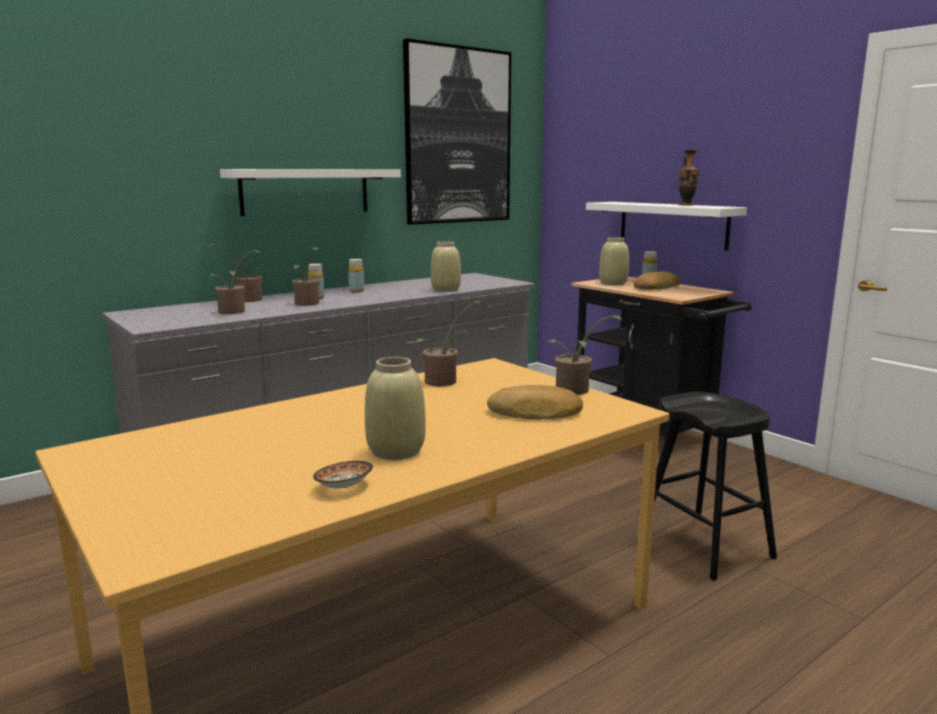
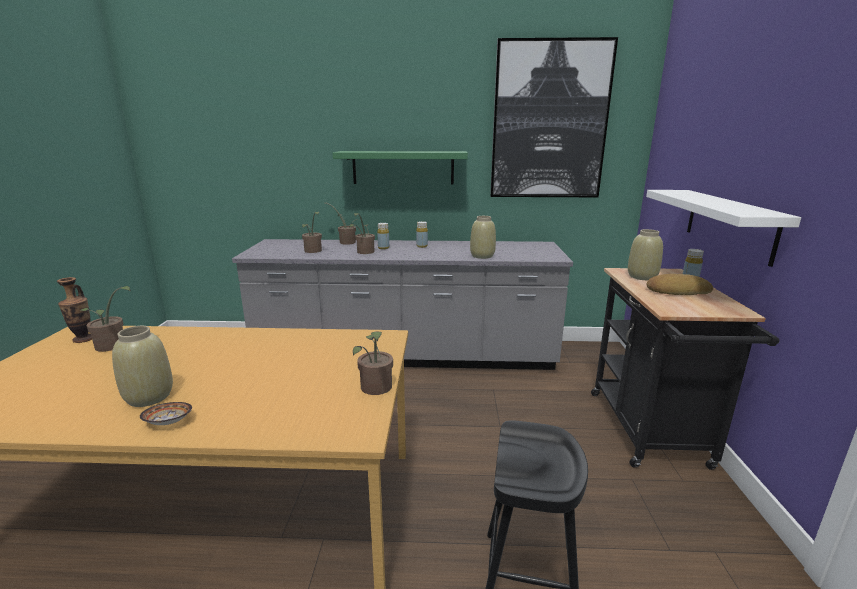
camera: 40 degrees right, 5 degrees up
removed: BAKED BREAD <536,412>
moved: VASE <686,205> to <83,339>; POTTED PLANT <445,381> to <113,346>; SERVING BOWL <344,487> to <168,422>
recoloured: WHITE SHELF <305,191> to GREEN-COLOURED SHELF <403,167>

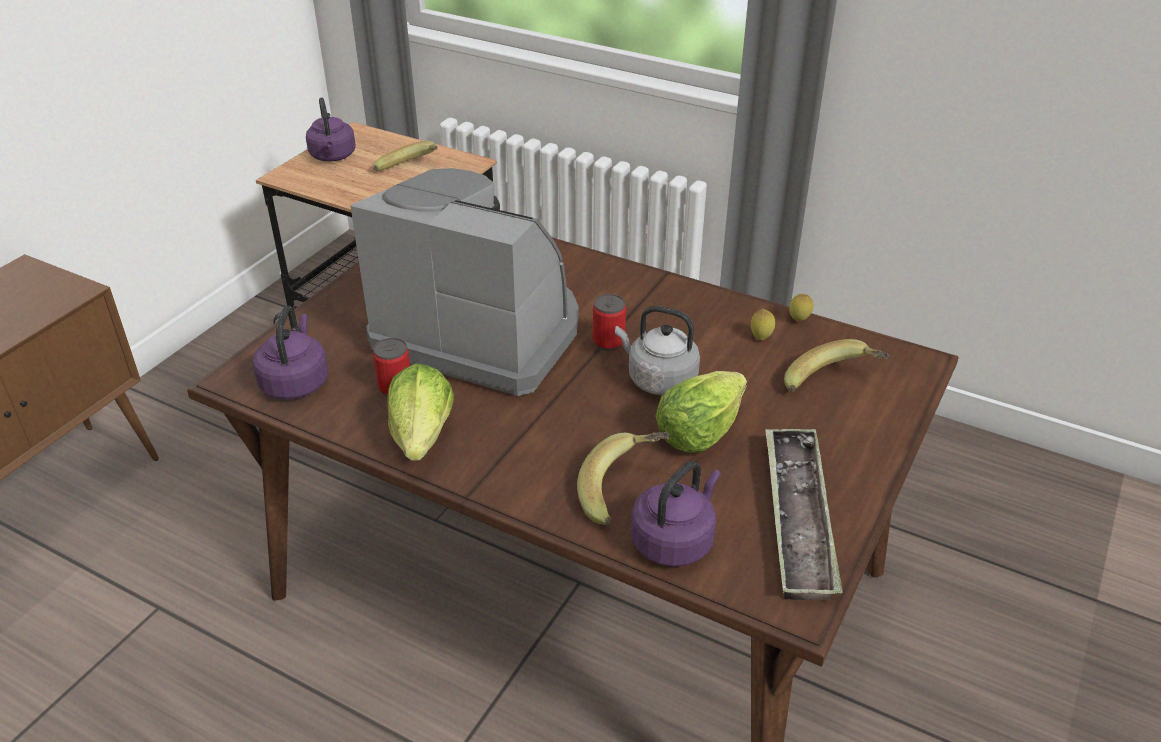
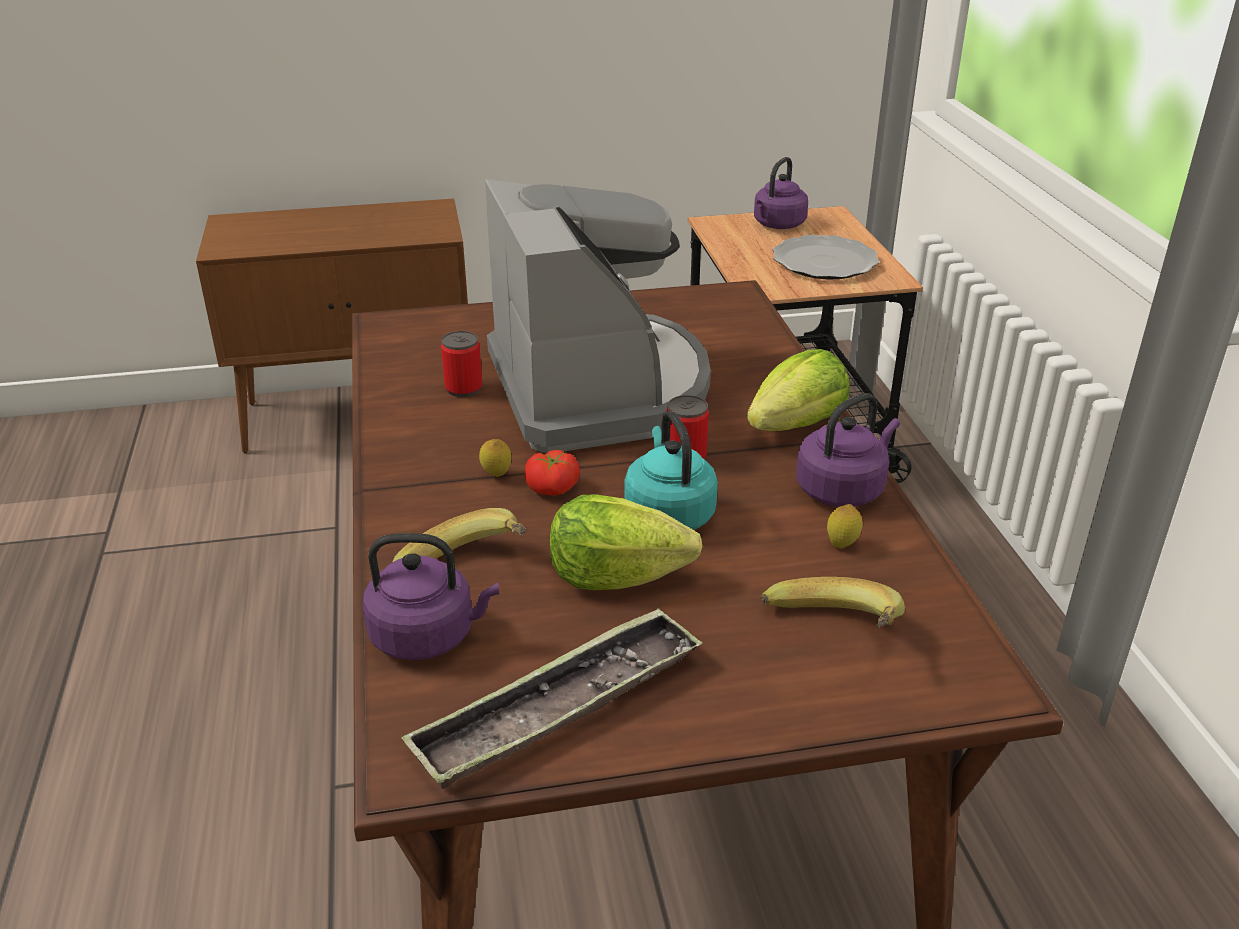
camera: 50 degrees right, 5 degrees down
added: TOMATO <553,488>
moved: LEMON <799,321> to <496,476>; PURPLE TEA KETTLE <296,382> to <843,489>; HEAD OF LETTUCE <422,436> to <797,426>
replaced: BANANA FRUIT <410,171> to FLAT DISH <824,262>
recoloured: GRAY TEA KETTLE <658,380> to TURQUOISE-COLOURED TEA KETTLE <668,513>

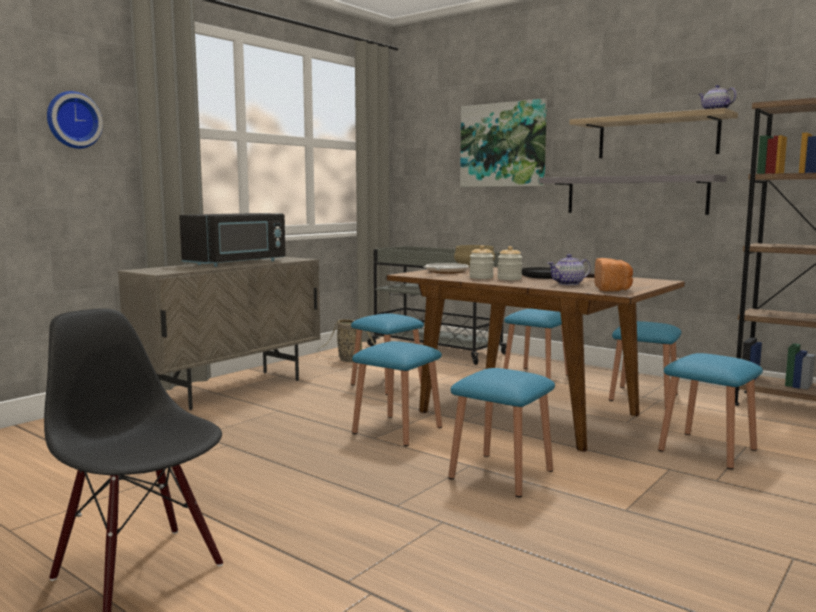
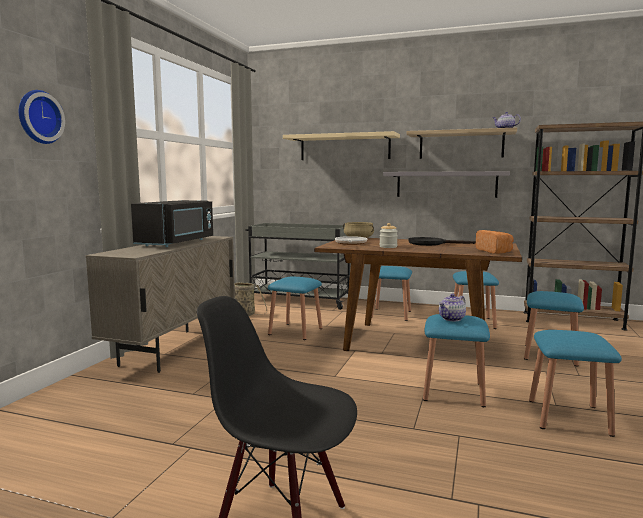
camera: 20 degrees left, 0 degrees up
removed: STORAGE JAR <509,279>
moved: TEAPOT <568,284> to <452,319>; BLUE SITTING STOOL <397,430> to <568,417>
replaced: PICTURE <503,145> to BEIGE SHELF <344,147>

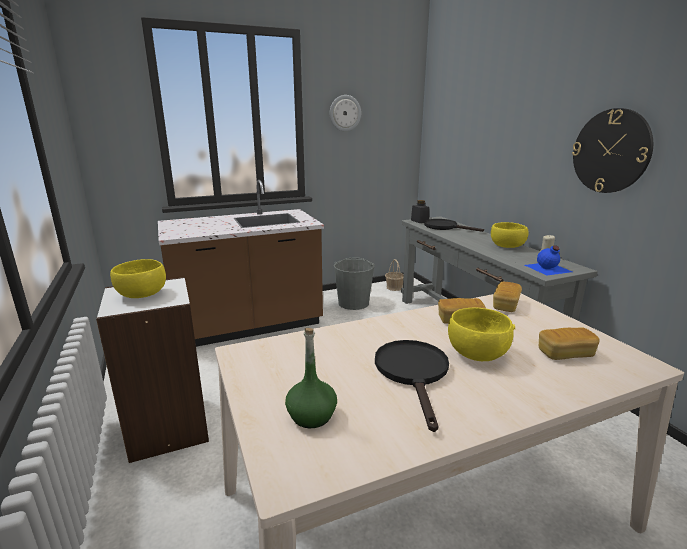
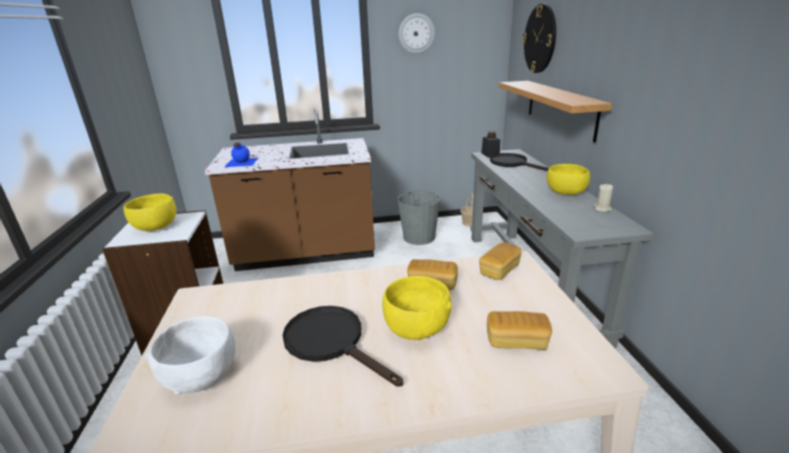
camera: 15 degrees right, 5 degrees up
added: SHELF <560,108>
moved: CLOCK ON THE WALL <611,151> to <540,39>; BLUE DRINK BOTTLE <548,268> to <241,162>
replaced: GREEN-COLOURED DRINK BOTTLE <311,415> to WHITE SERVING BOWL <201,375>
turned: BLACK-COLOURED SKILLET <413,373> = <332,342> 60 degrees counterclockwise

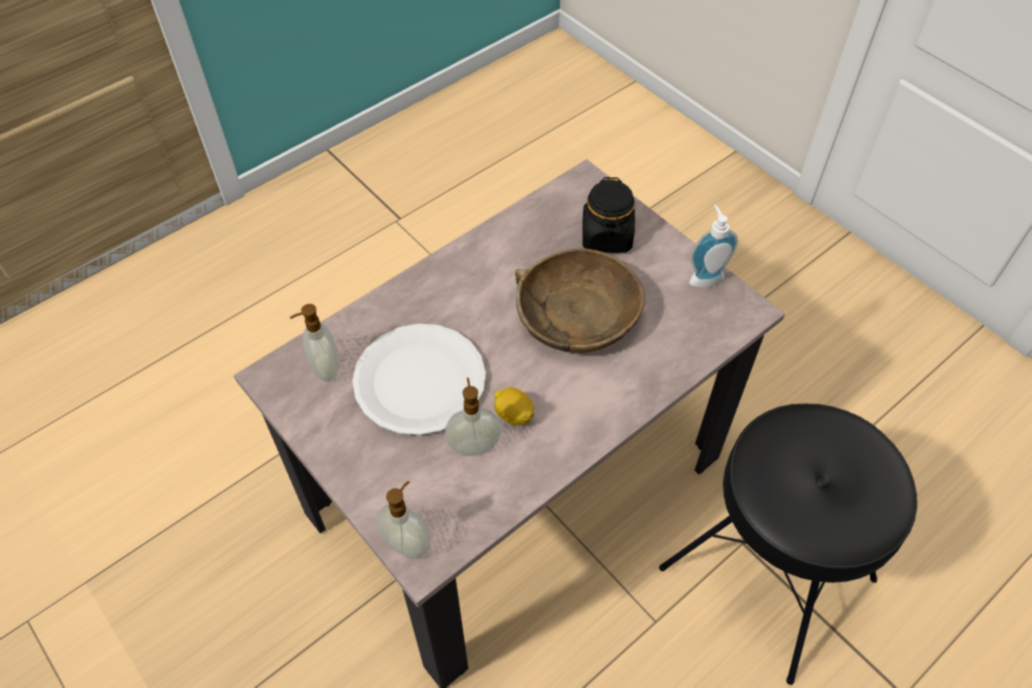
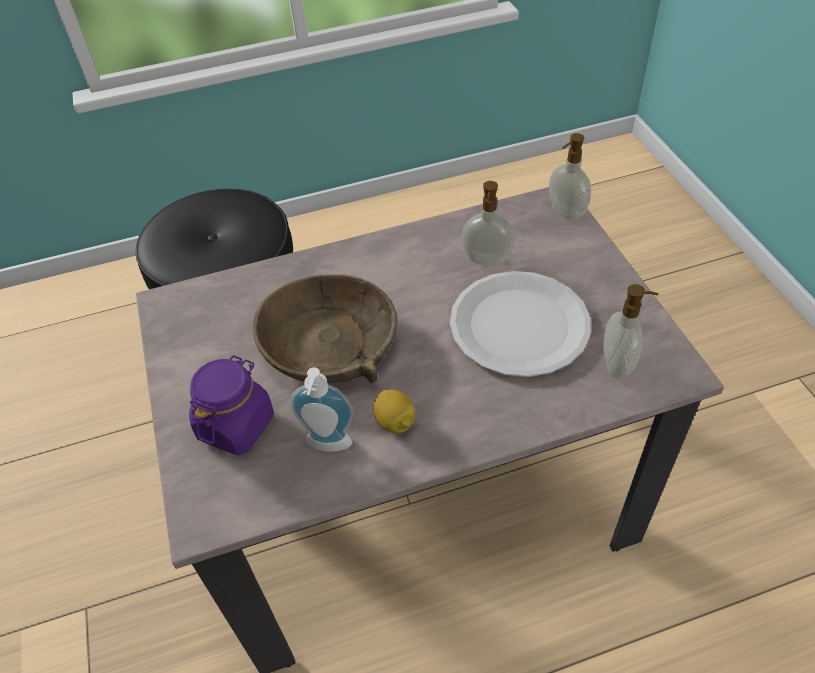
camera: 155 degrees left, 5 degrees down
moved: SOAP DISPENSER <704,277> to <328,446>; LEMON <513,415> to <395,422>
recoloured: BLACK-COLOURED STORAGE JAR <606,237> to PURPLE STORAGE JAR <236,425>

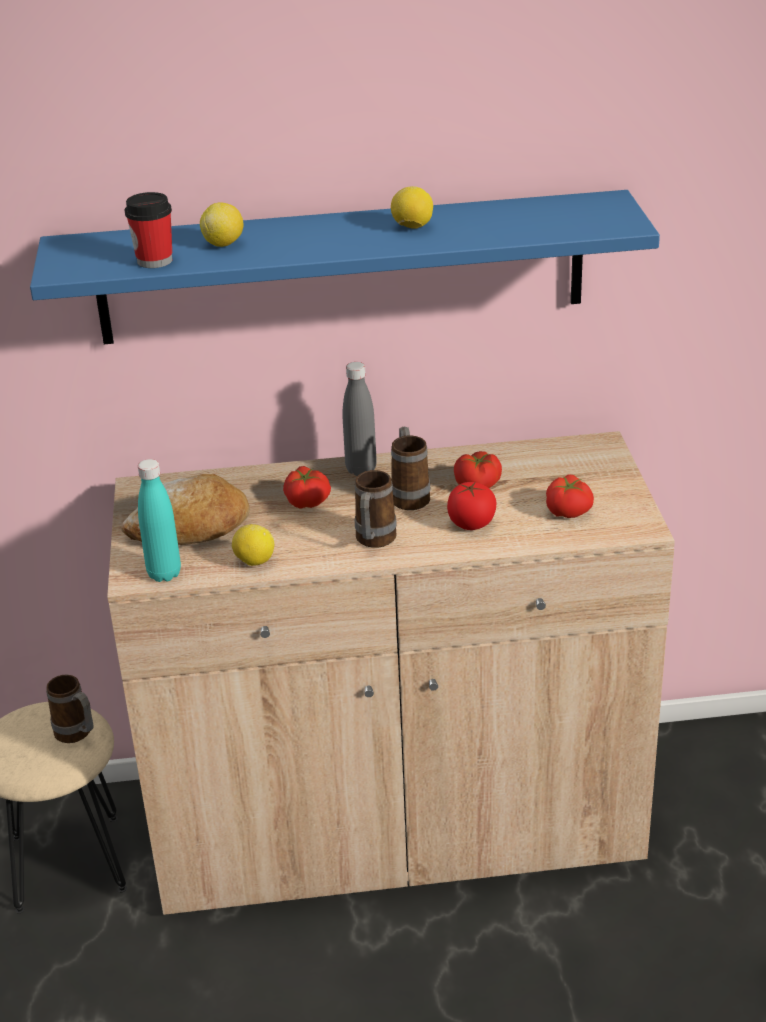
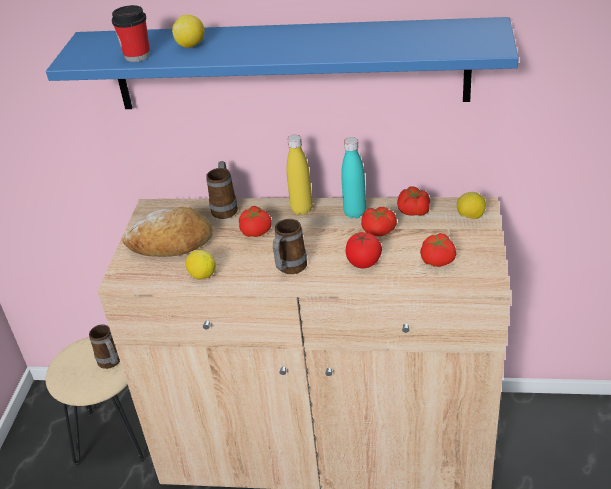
camera: 15 degrees right, 5 degrees up
added: TOMATO <413,211>
moved: LEMON <412,227> to <470,217>; TEA MUG <409,495> to <225,208>; TURQUOISE-COLOURED DRINK BOTTLE <164,574> to <355,213>
recoloured: GRAY DRINK BOTTLE <361,469> to YELLOWISH DRINK BOTTLE <301,209>

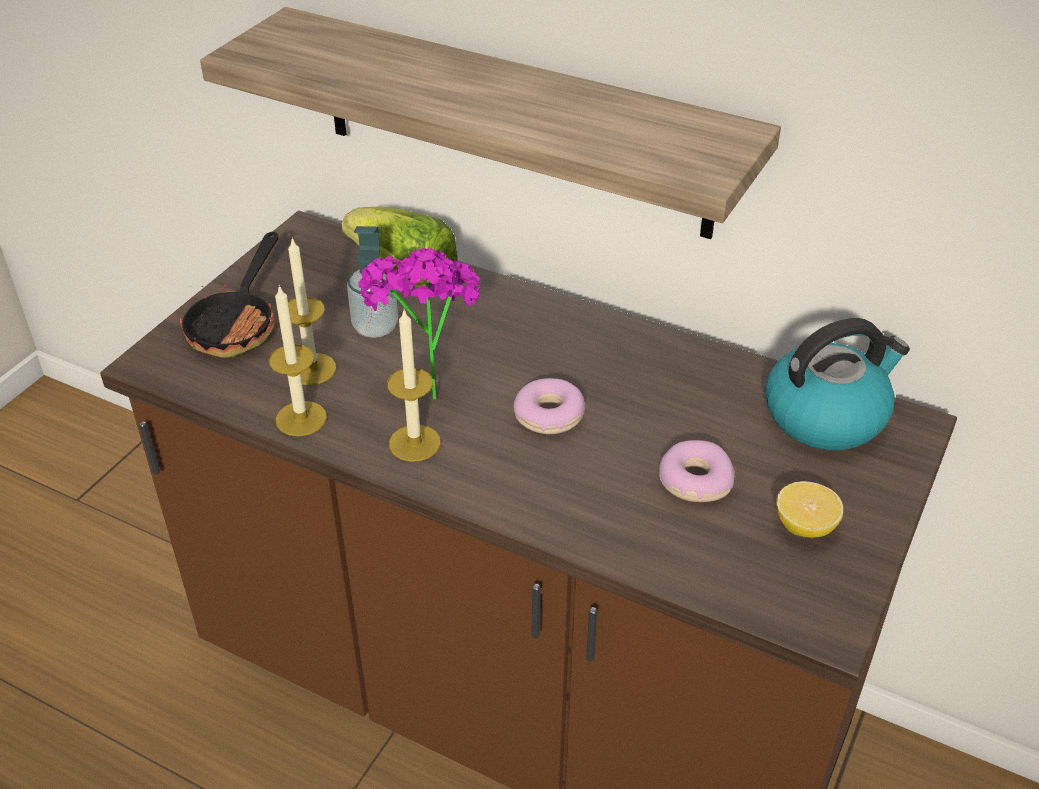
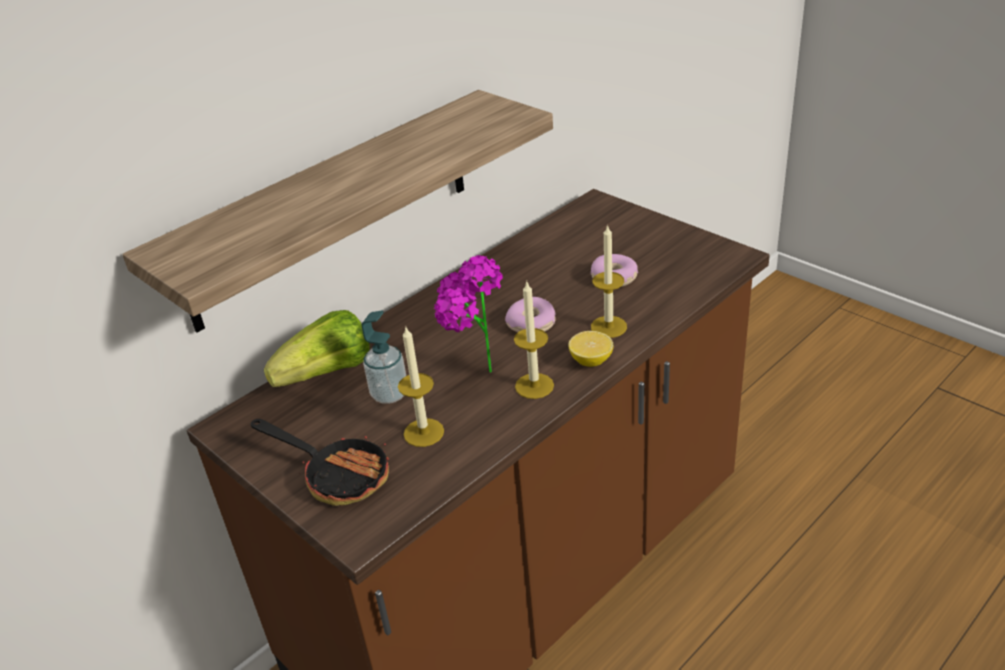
camera: 70 degrees left, 5 degrees down
removed: TEA KETTLE <826,415>
moved: WAX LIGHT <301,418> to <608,327>; LEMON <805,526> to <591,360>

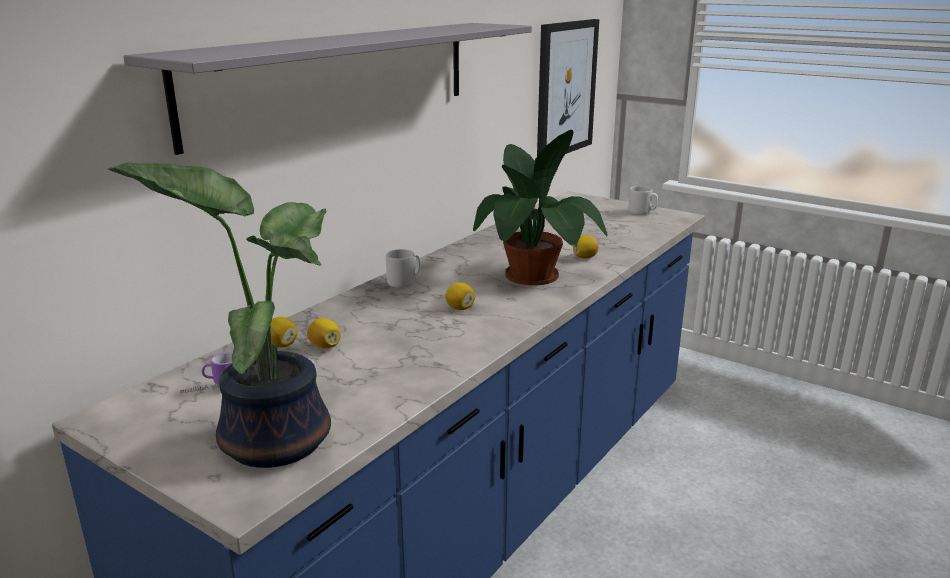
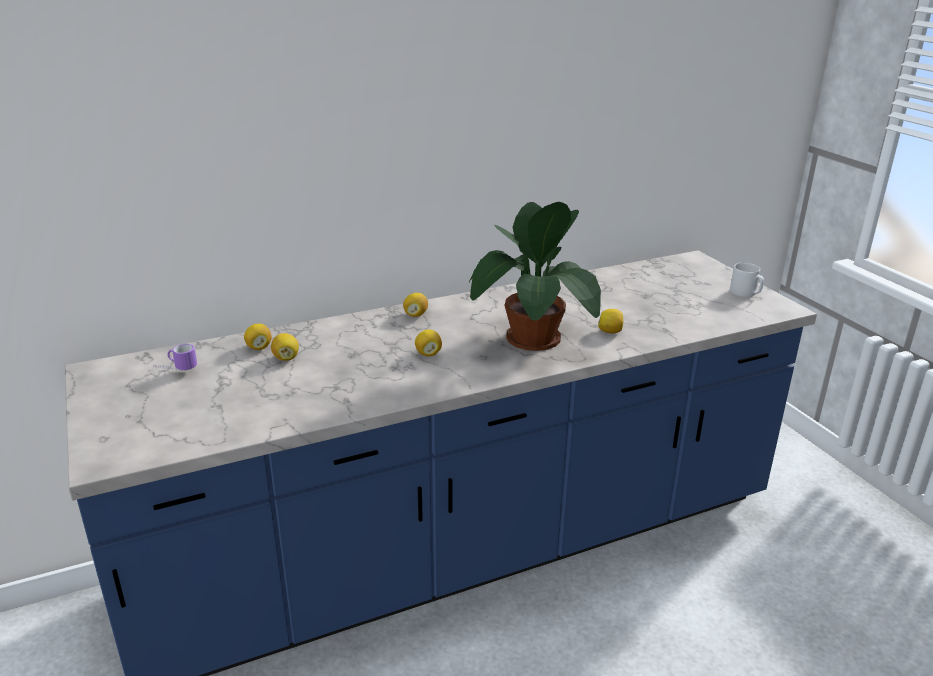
camera: 30 degrees right, 5 degrees up
removed: PICTURE <565,89>; GRAY SHELF <339,78>; POTTED PLANT <273,437>
replaced: GRAY TEA MUG <404,281> to LEMON <415,315>

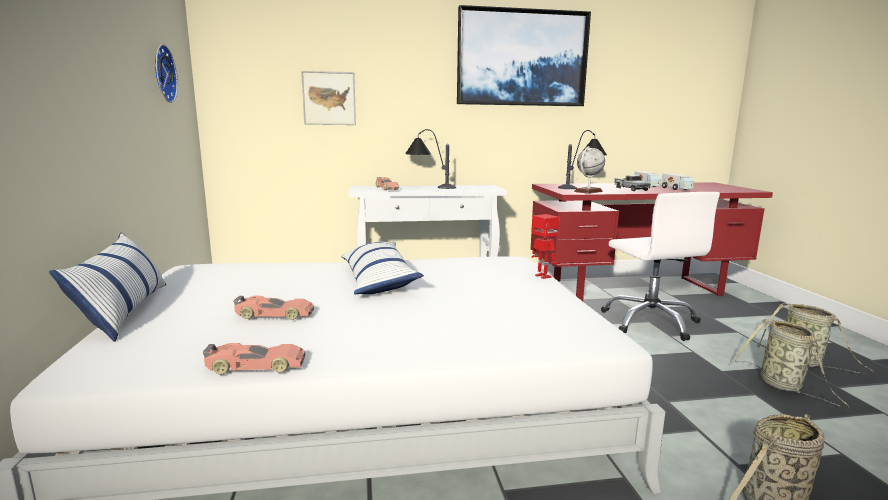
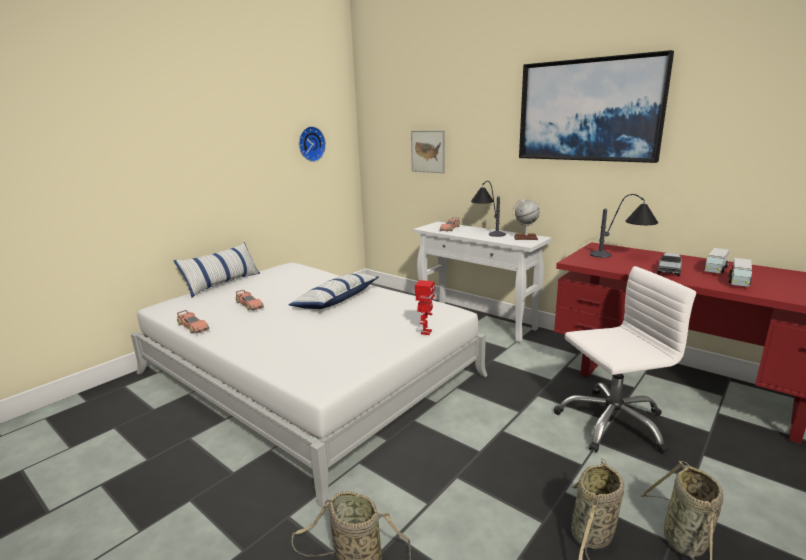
camera: 50 degrees right, 5 degrees up
moved: DESK GLOBE <588,191> to <525,238>
turned: WHITE OFFICE CHAIR <650,322> = <611,422> 135 degrees counterclockwise

